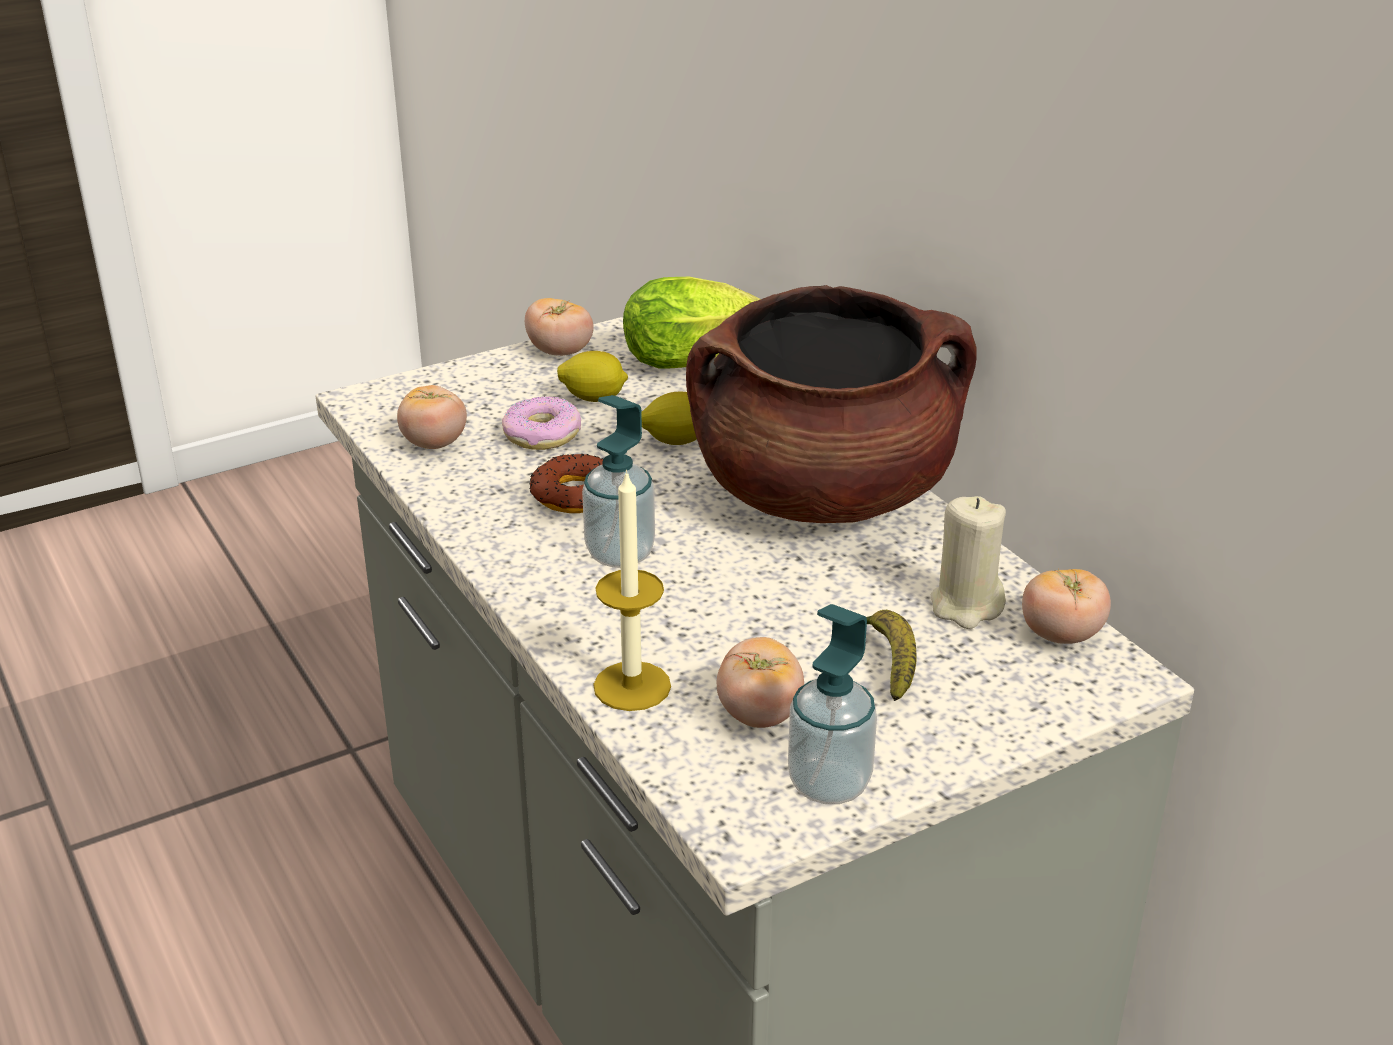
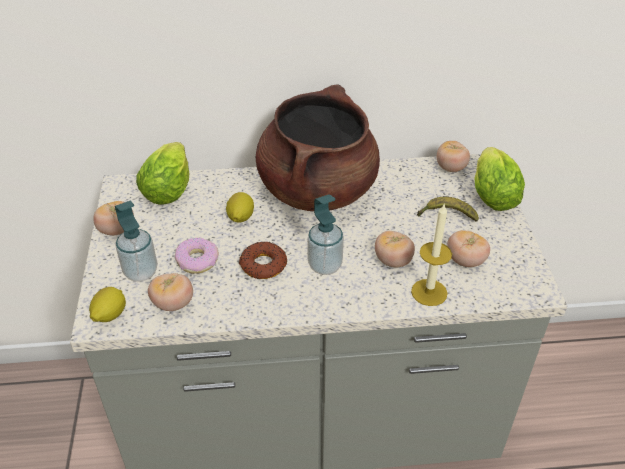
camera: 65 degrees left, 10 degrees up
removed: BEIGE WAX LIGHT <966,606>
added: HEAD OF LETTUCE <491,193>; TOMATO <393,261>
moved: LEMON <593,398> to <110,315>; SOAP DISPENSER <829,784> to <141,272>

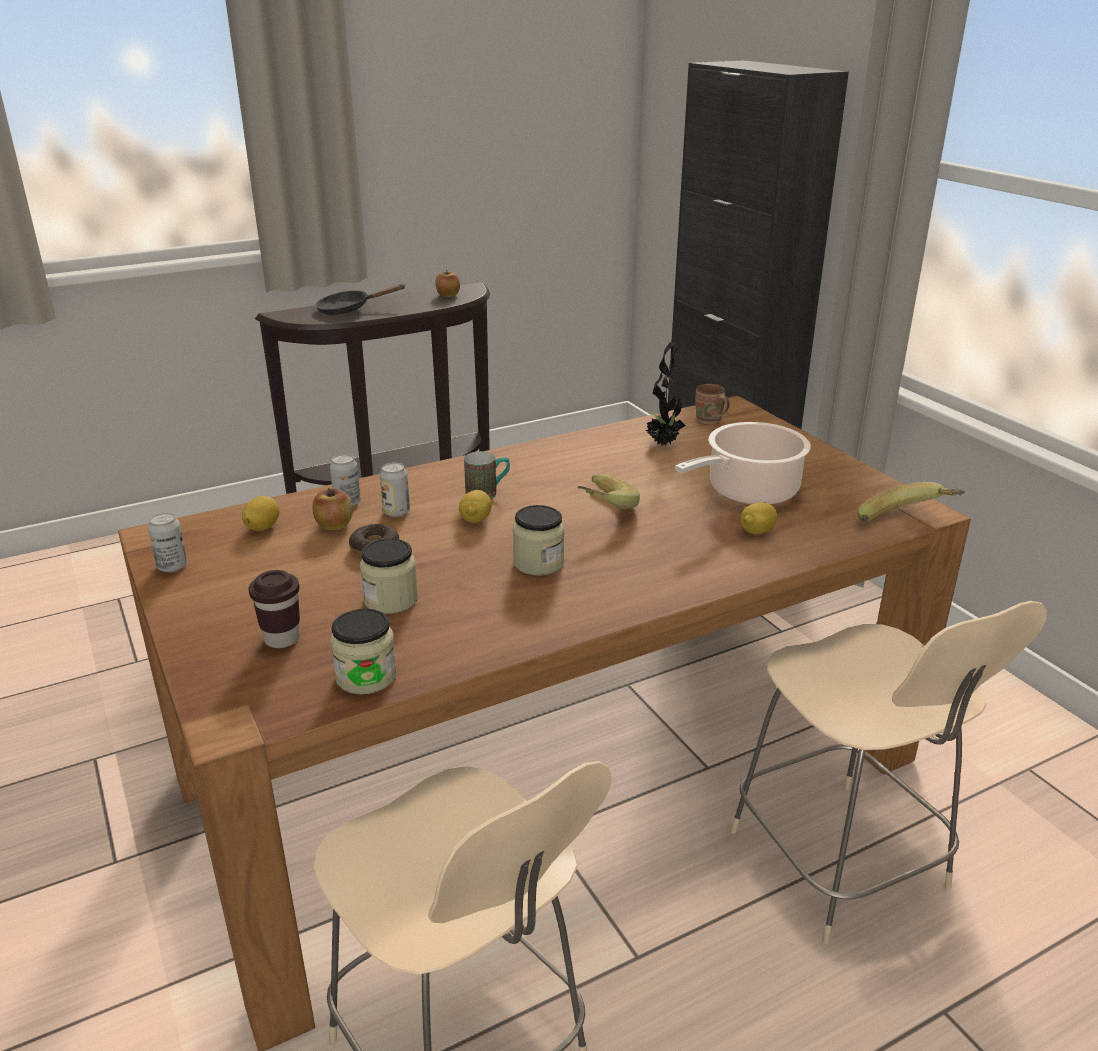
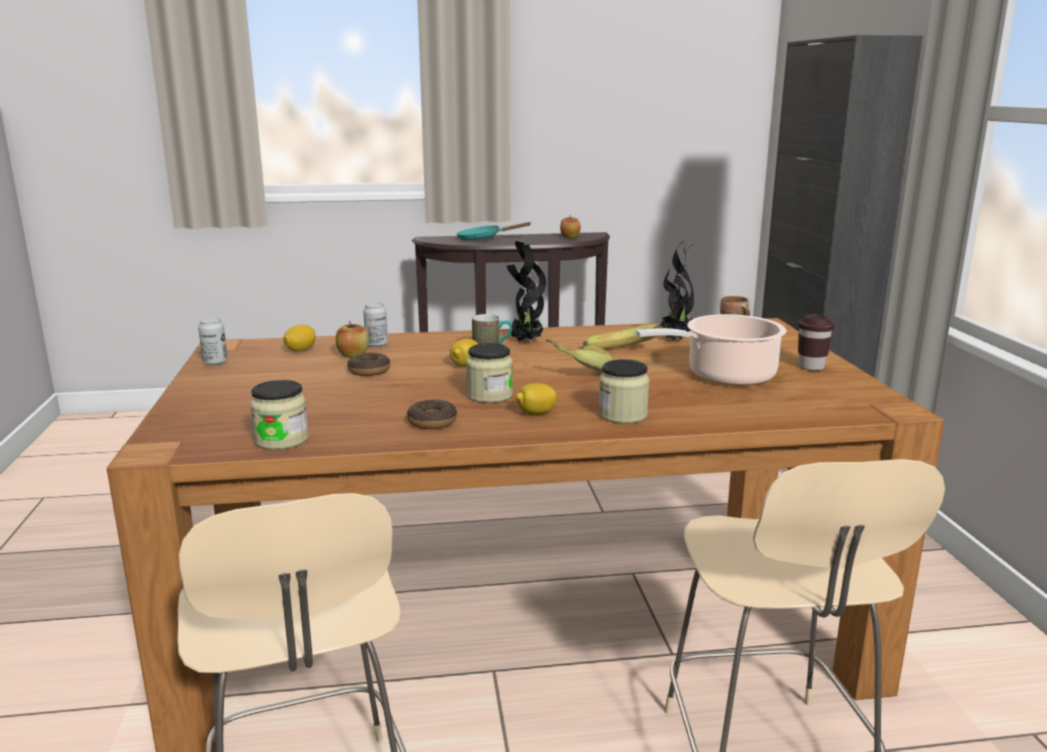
camera: 20 degrees right, 10 degrees down
removed: SEALED CAN <396,512>
added: POTTED PLANT <525,342>; RING DOUGHNUT <432,422>
moved: BANANA FRUIT <906,523> to <625,354>; LEMON <757,532> to <536,413>; STORAGE JAR <391,599> to <622,415>; BROWNISH CUP <282,639> to <811,367>
recoloured: BLACK-COLOURED SKILLET <349,310> to TURQUOISE-COLOURED SKILLET <483,239>

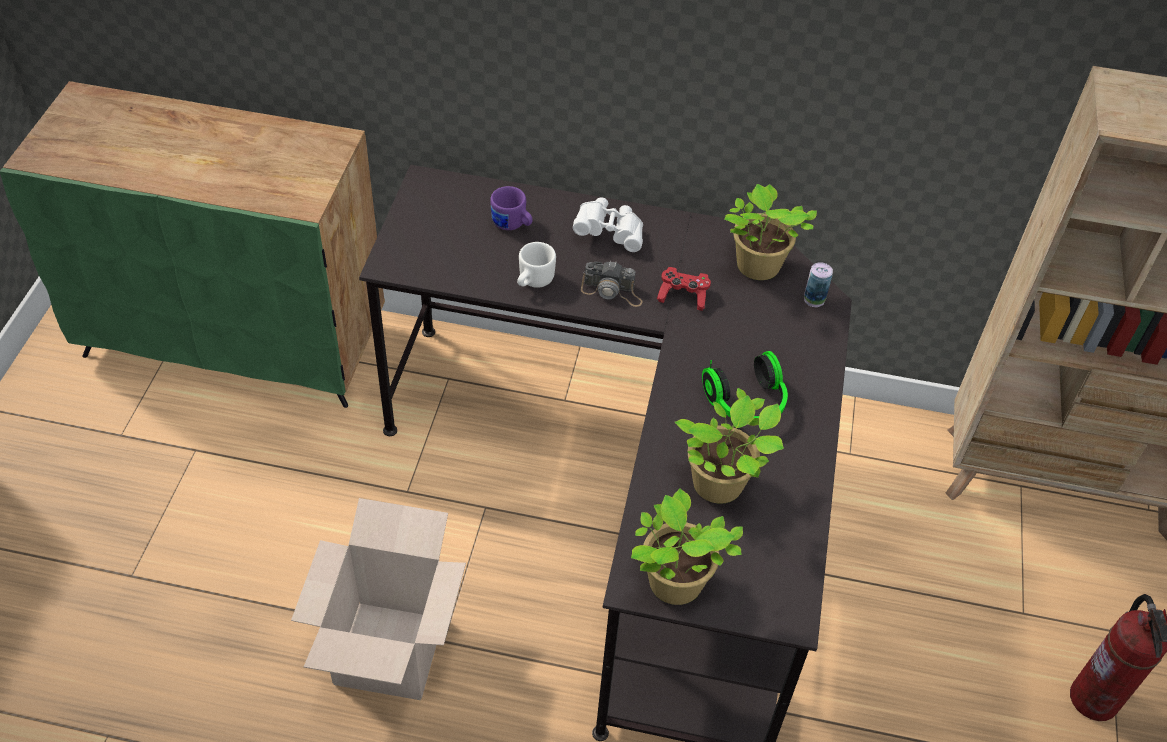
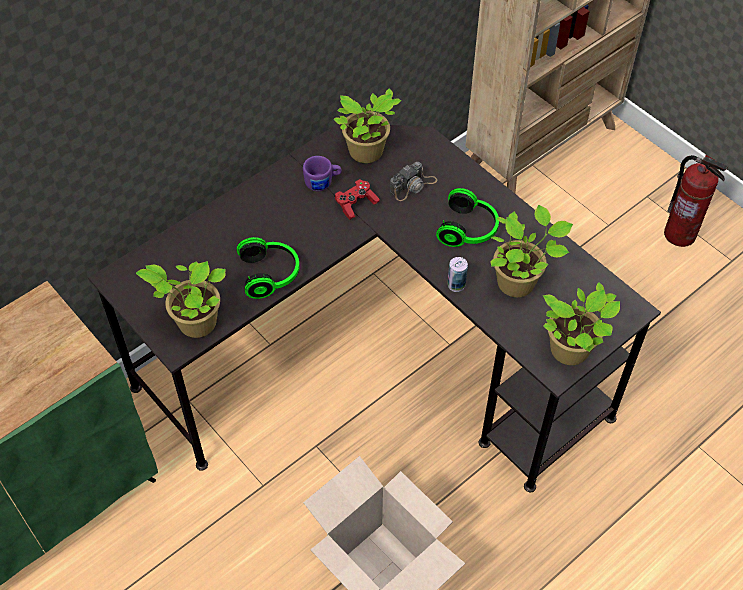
camera: 50 degrees left, 5 degrees up
removed: WHITE BINOCULARS <609,233>
added: POTTED PLANT <194,323>
moved: PURPLE TEA MUG <512,225> to <323,183>; STILL CAMERA <612,291> to <413,186>; SEALED CAN <814,299> to <456,285>
replaced: WHITE TEA MUG <533,281> to HEADPHONES <271,274>

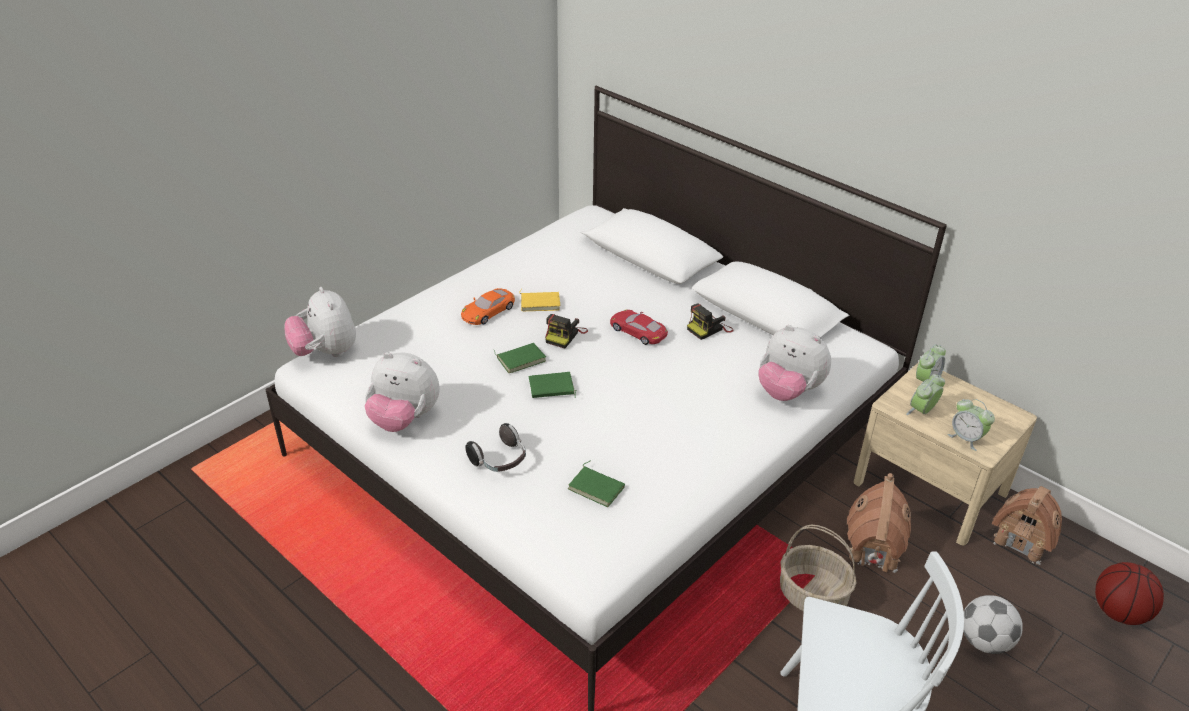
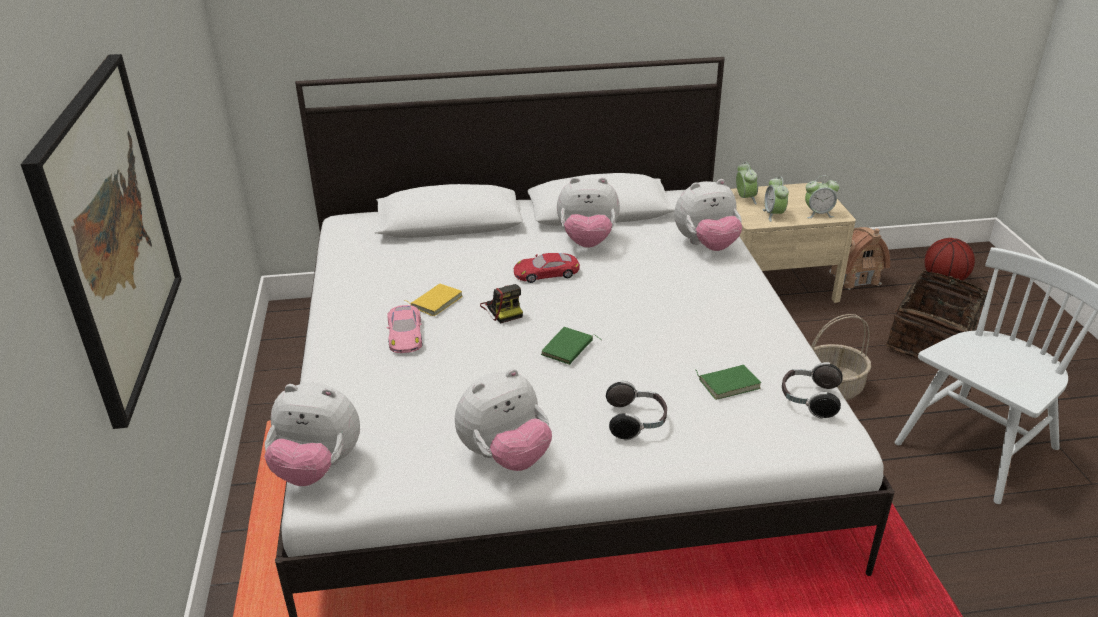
camera: 50 degrees left, 5 degrees down
removed: GREEN-COLOURED BOUND BOOK <520,359>; TOY HOUSE <873,549>
added: PICTURE <110,234>; HEADPHONES <809,400>
replaced: STILL CAMERA <709,328> to CUDDLY TOY <587,242>; BALL FOR FOOTBALL <984,641> to STORAGE BASKET <931,341>
recoloured: ORANGEY MODEL CAR <488,311> to PINKISH MODEL CAR <405,334>

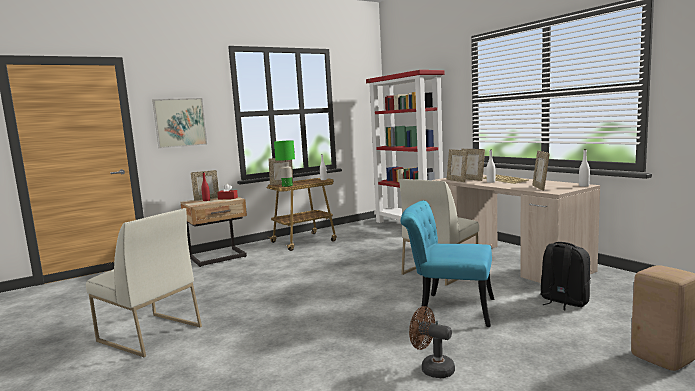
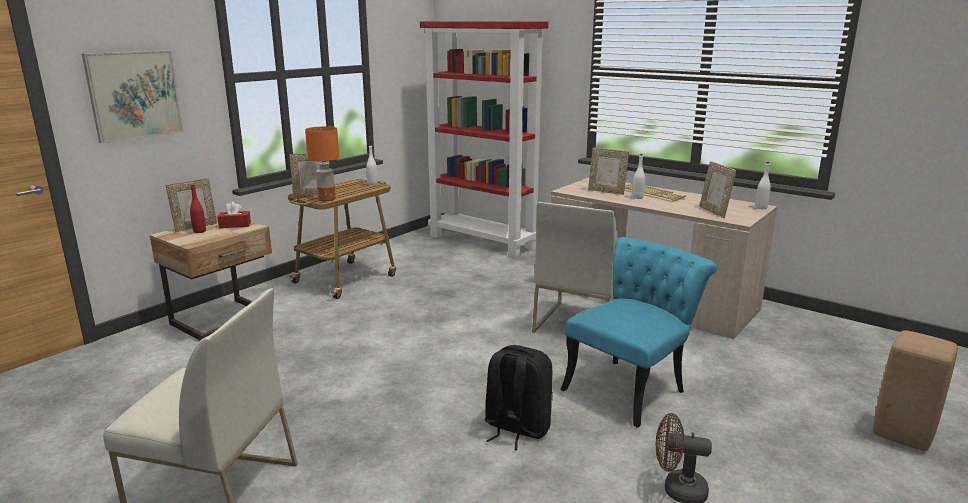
camera: 20 degrees left, 10 degrees up
removed: PICTURE FRAME <457,180>
moved: BLACK-COLOURED RUCKSACK <563,301> to <516,428>
recoloured: GREEN-COLOURED TABLETOP LAMP <287,186> to ORANGEY TABLETOP LAMP <326,199>
turned: TURQUOISE-COLOURED UPRIGHT CHAIR <448,308> = <631,386> 135 degrees clockwise

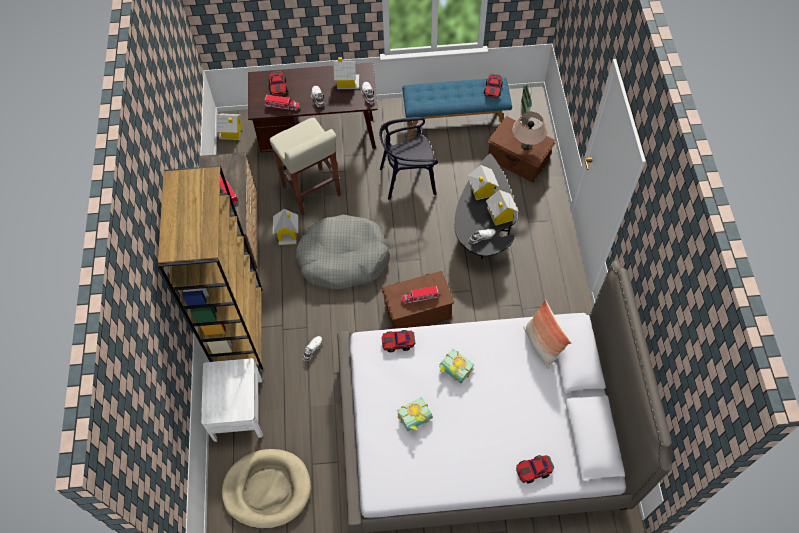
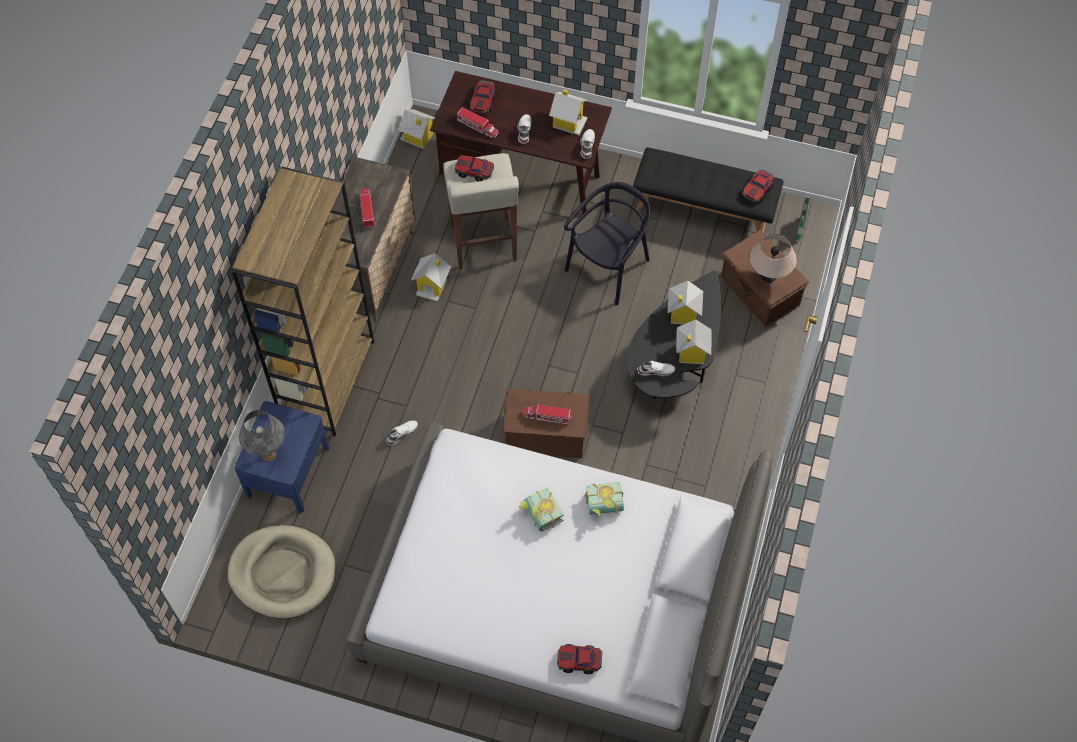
camera: 20 degrees right, 0 degrees up
removed: GRAY DOG BED <343,258>; CUSHION <541,345>
added: GRAY TABLETOP LAMP <268,454>
moved: MODEL CAR <398,342> to <474,171>; BOUND BOOK <416,420> to <604,507>
recoloured: BLUE INDOOR BENCH <455,119> to BLACK-COLOURED INDOOR BENCH <703,211>; WHITE NIGHTSTAND <238,409> to BLUE NIGHTSTAND <288,471>
turned: BLACK-COLOURED UPRIGHT CHAIR <408,179> = <608,268> 120 degrees clockwise

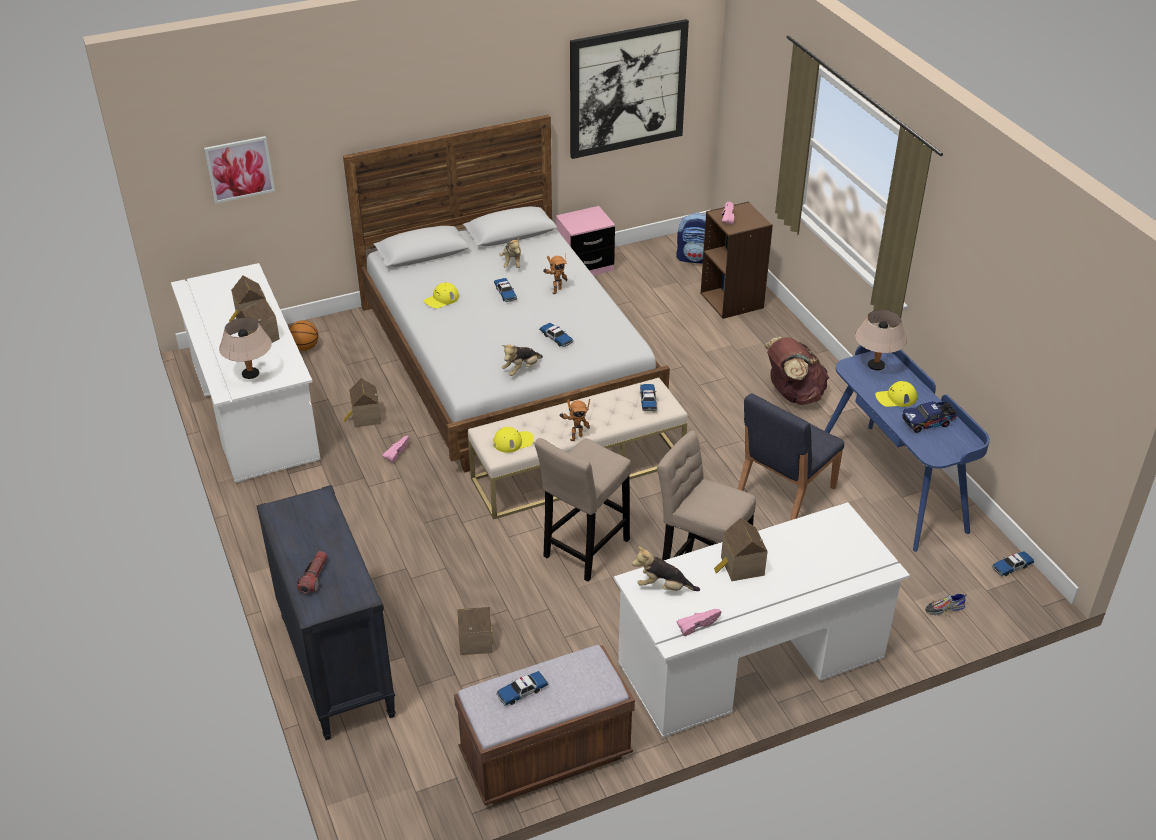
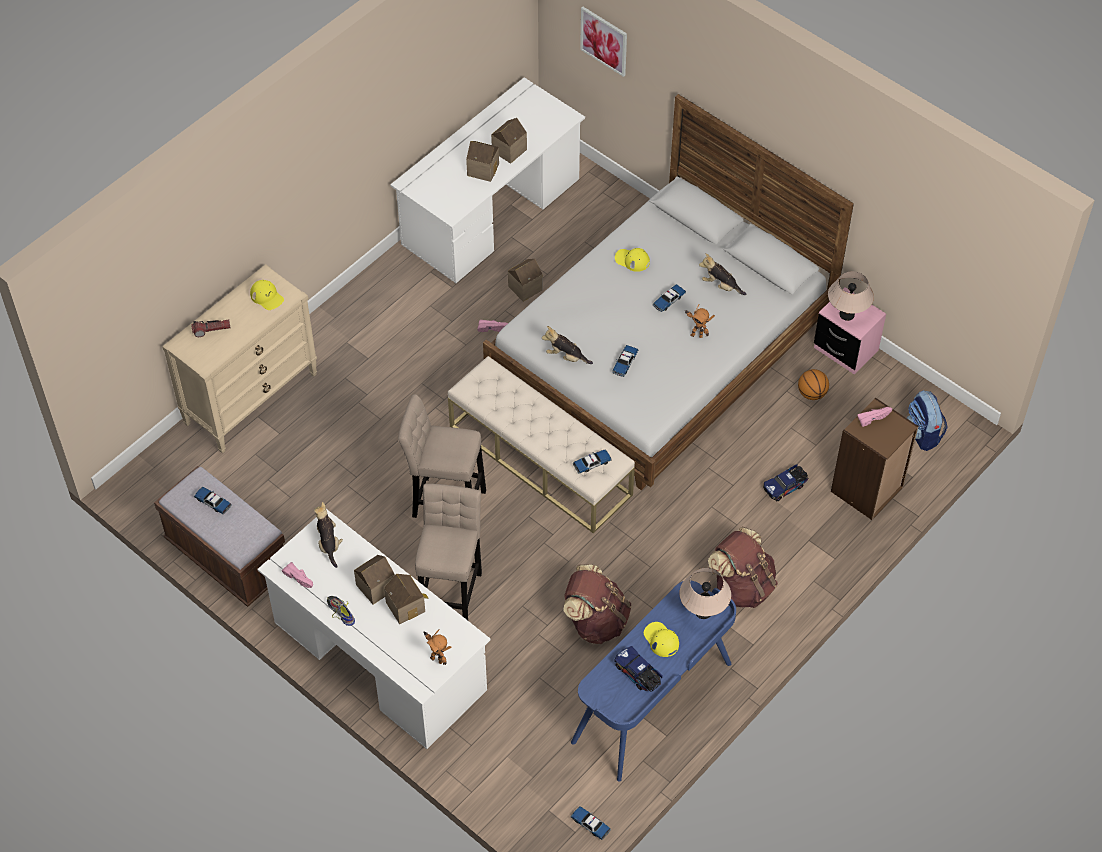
camera: 65 degrees right, 15 degrees up
removed: PICTURE <627,89>
added: TOY TRUCK <785,486>
moved: BEIGE TABLETOP LAMP <250,374> to <847,315>; BASKETBALL <305,347> to <811,394>; TOY ROBOT <575,437> to <437,658>; YELLOWISH CAP <513,441> to <267,297>; SHOE <944,608> to <341,611>; TOY HOUSE <475,640> to <407,606>
replaced: BLUE UPRIGHT CHAIR <784,492> to BROWNISH RUCKSACK <596,621>
recoloured: BLACK-COLOURED CHEST OF DRAWERS <336,666> to BEIGE CHEST OF DRAWERS <251,398>
turned: CUDDLY TOY <512,263> = <721,286> 60 degrees clockwise

